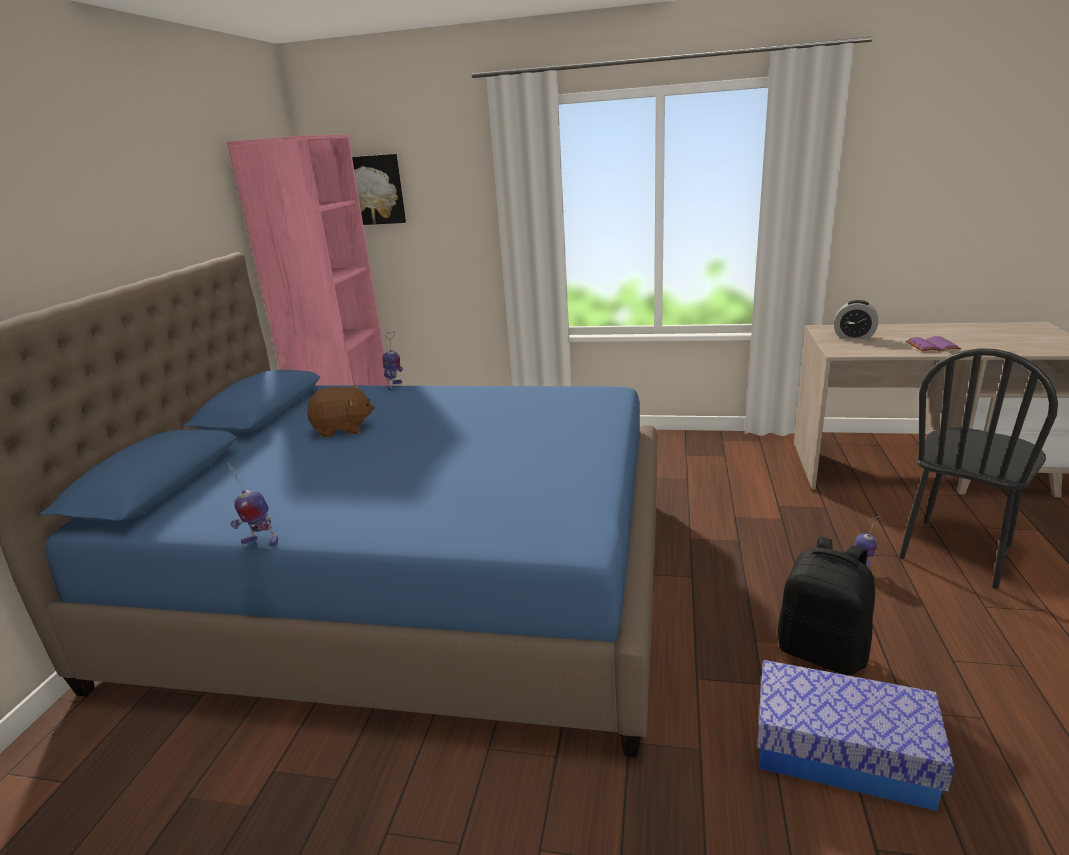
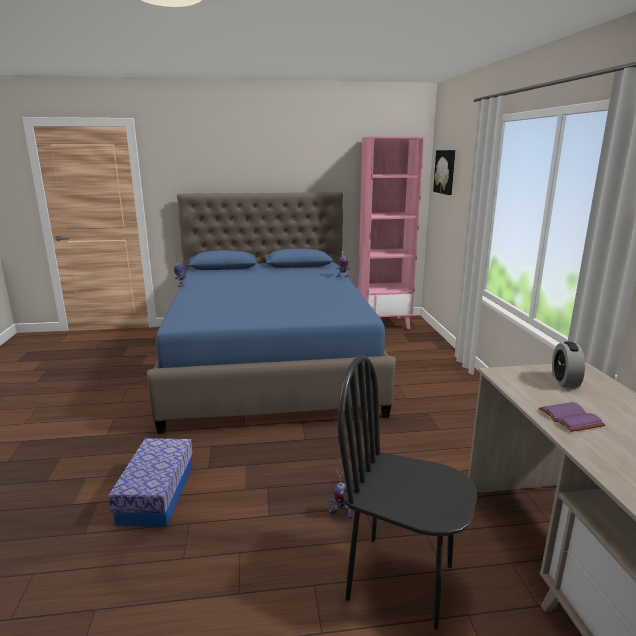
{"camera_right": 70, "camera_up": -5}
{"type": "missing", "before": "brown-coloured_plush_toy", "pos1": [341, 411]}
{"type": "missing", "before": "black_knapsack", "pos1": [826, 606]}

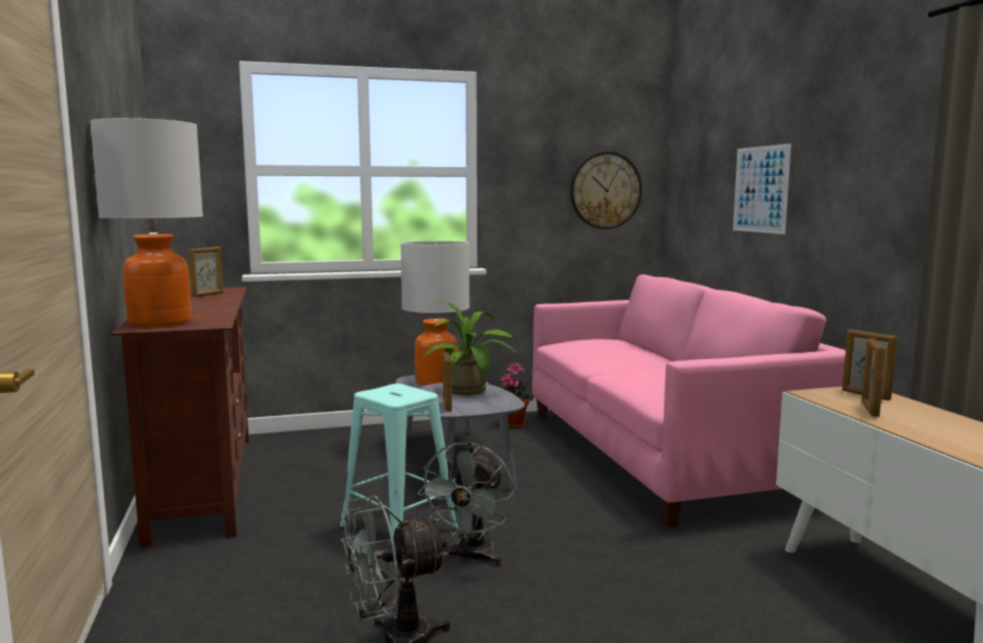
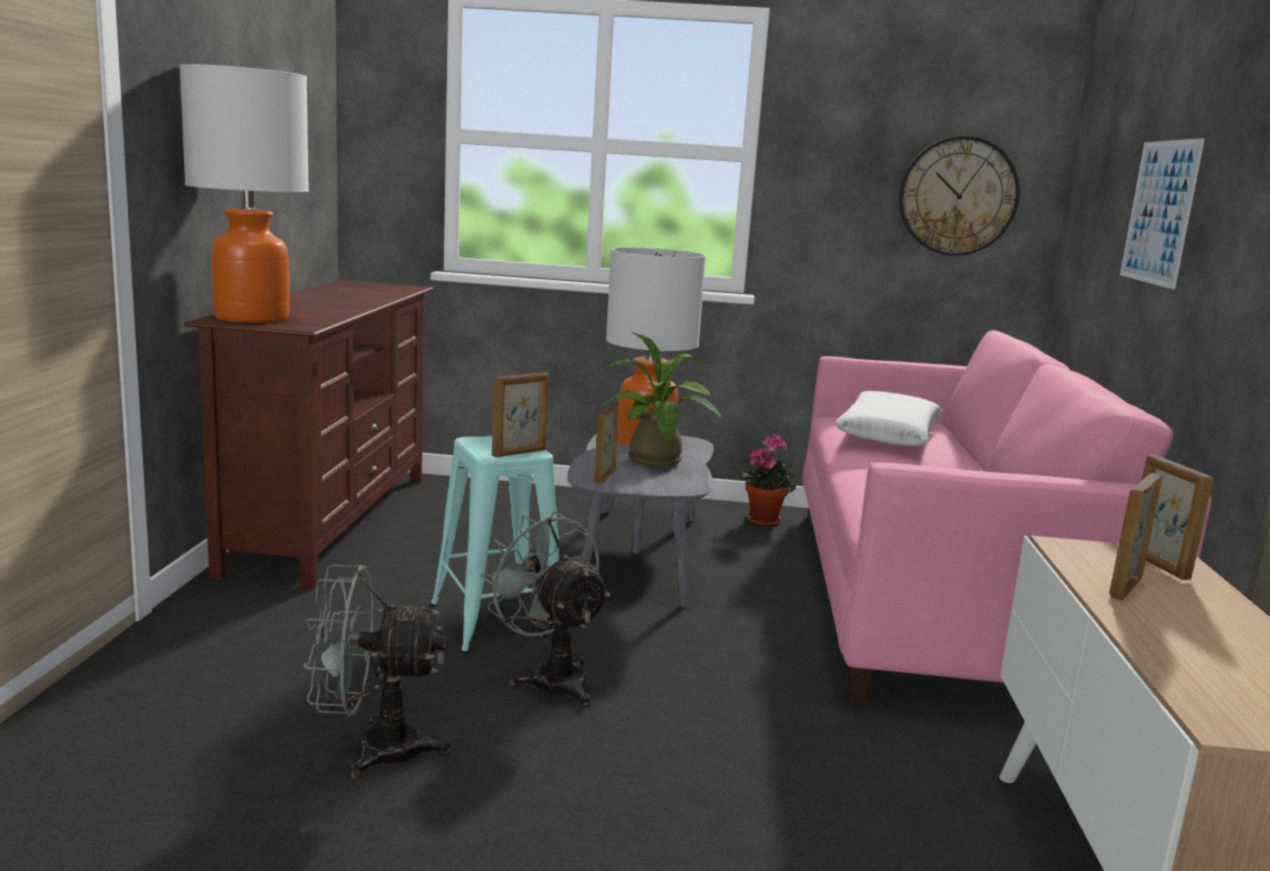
{"camera_right": 20, "camera_up": 5}
{"type": "spun", "before": "greyish_fan", "pos1": [466, 504], "pos2": [545, 609], "turn": 105}
{"type": "relocated", "before": "photo_frame", "pos1": [205, 272], "pos2": [520, 414]}
{"type": "appeared", "after": "white_cushion", "pos2": [888, 418]}

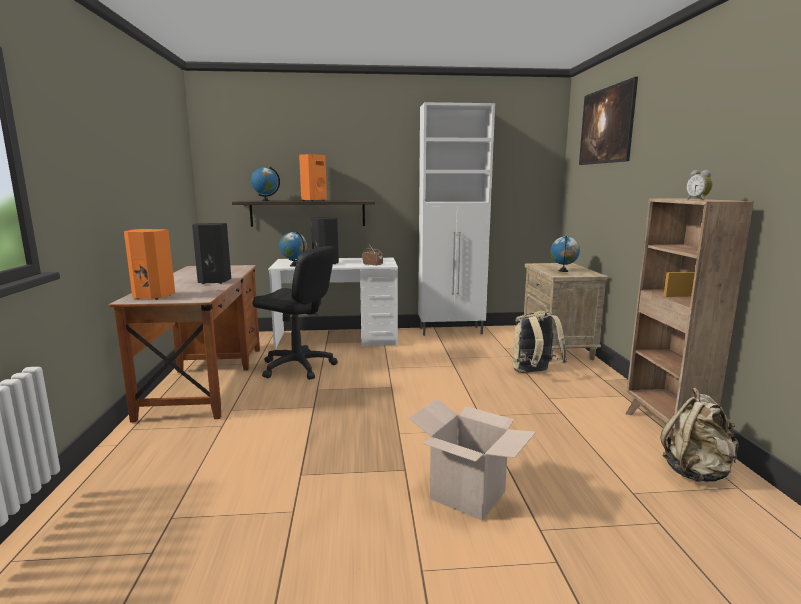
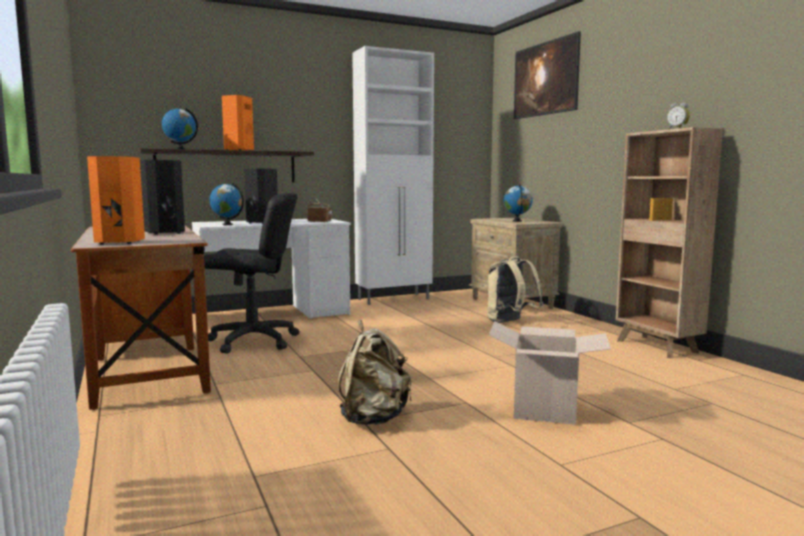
{"camera_right": -20, "camera_up": -5}
{"type": "relocated", "before": "beige-coloured_knapsack", "pos1": [699, 435], "pos2": [375, 372]}

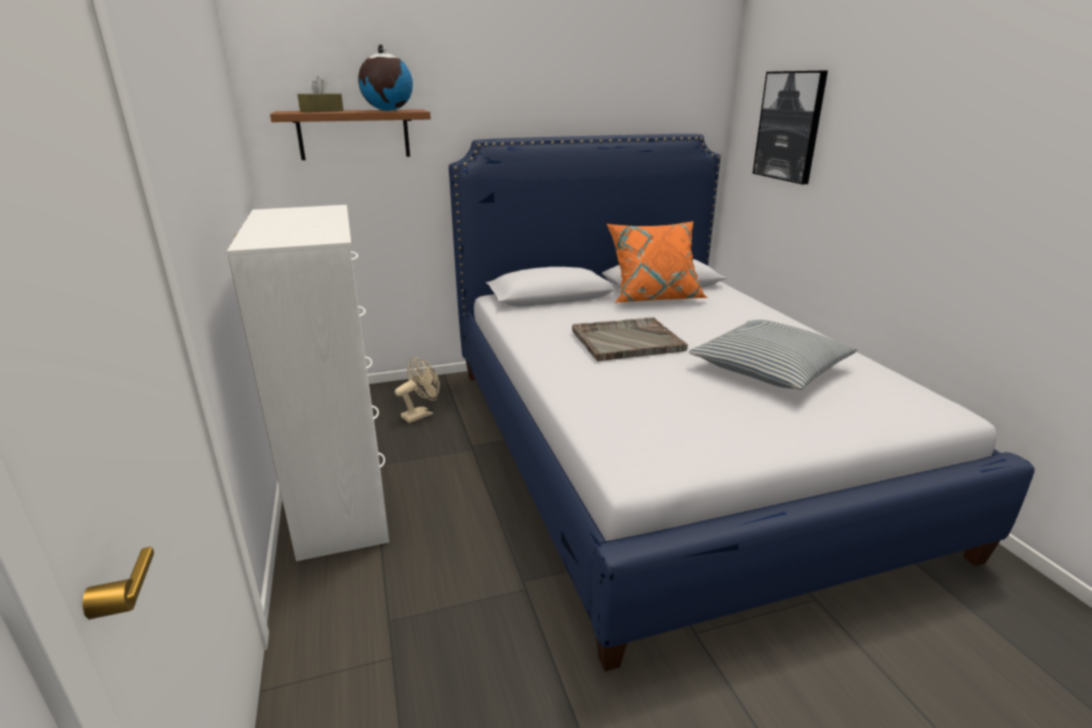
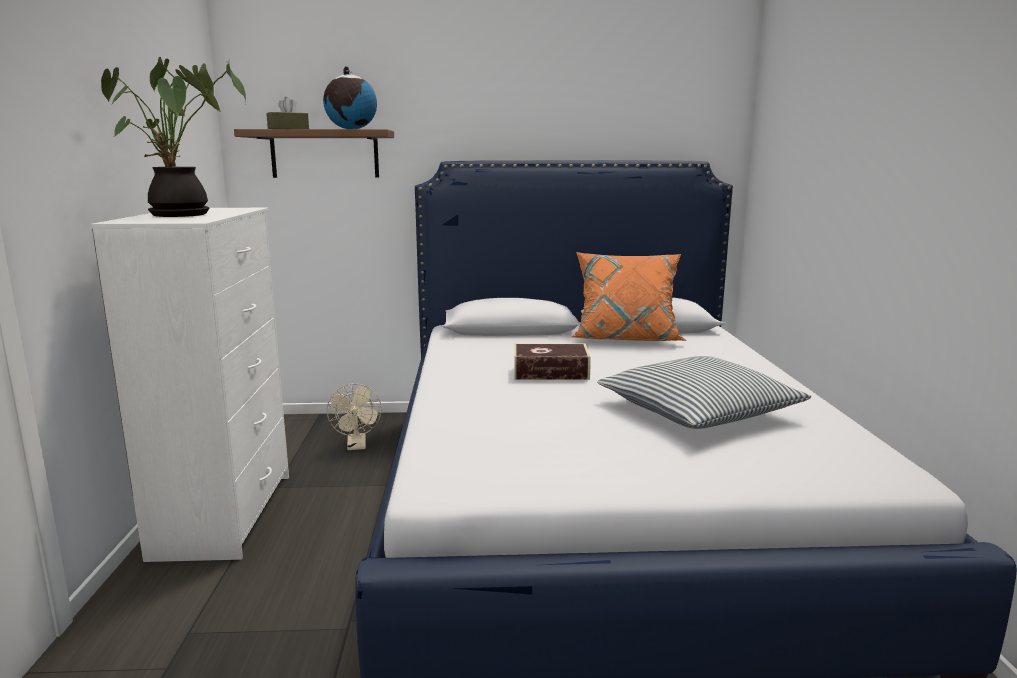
{"camera_right": 15, "camera_up": -10}
{"type": "appeared", "after": "potted_plant", "pos2": [173, 137]}
{"type": "spun", "before": "beige-coloured_fan", "pos1": [417, 390], "pos2": [354, 416], "turn": 105}
{"type": "exchanged", "before": "greyish_carrying_tray", "after": "bound_book", "pos1": [630, 339], "pos2": [552, 361]}
{"type": "missing", "before": "wall_picture", "pos1": [790, 127]}

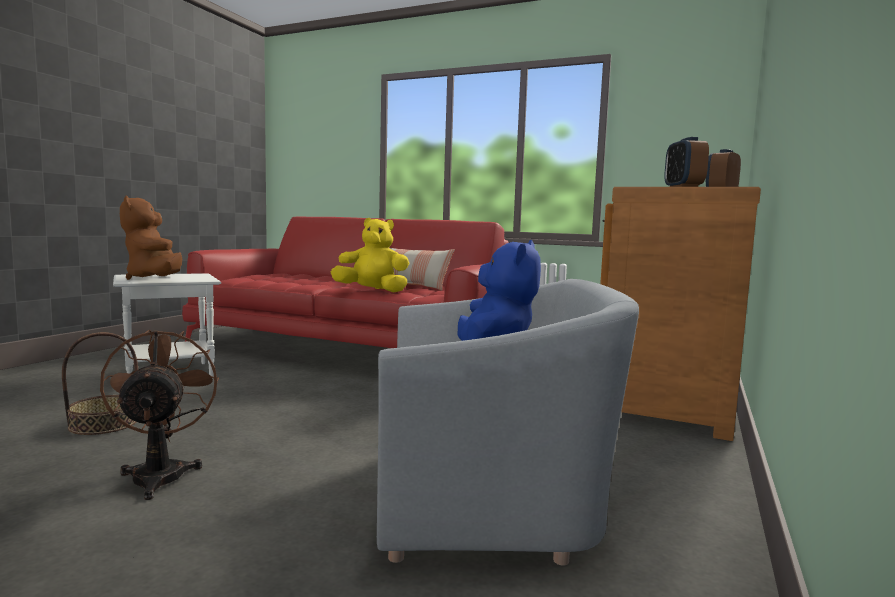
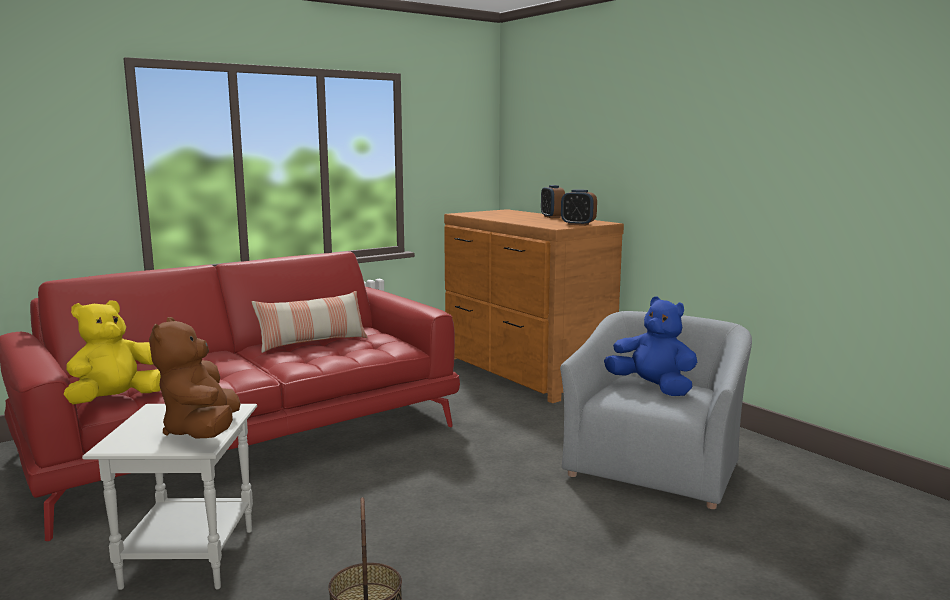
{"camera_right": -60, "camera_up": 5}
{"type": "relocated", "before": "yellow-coloured_plush_toy", "pos1": [369, 255], "pos2": [112, 352]}
{"type": "spun", "before": "brown-coloured_plush_toy", "pos1": [151, 238], "pos2": [195, 378], "turn": 75}
{"type": "missing", "before": "brown-coloured_fan", "pos1": [159, 415]}

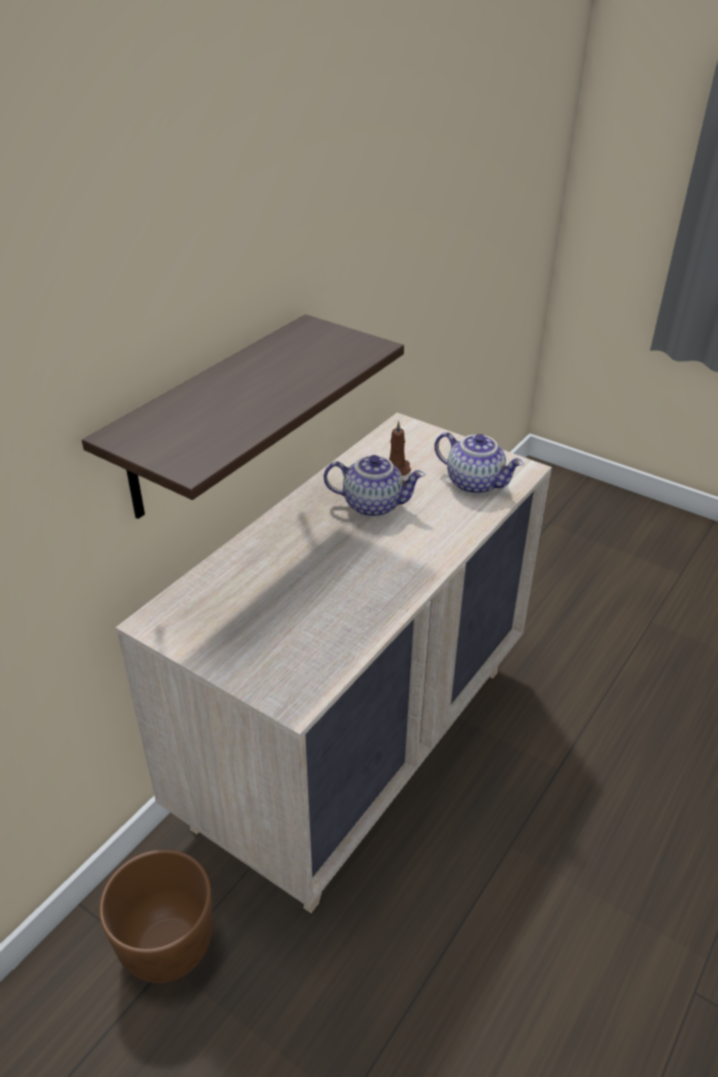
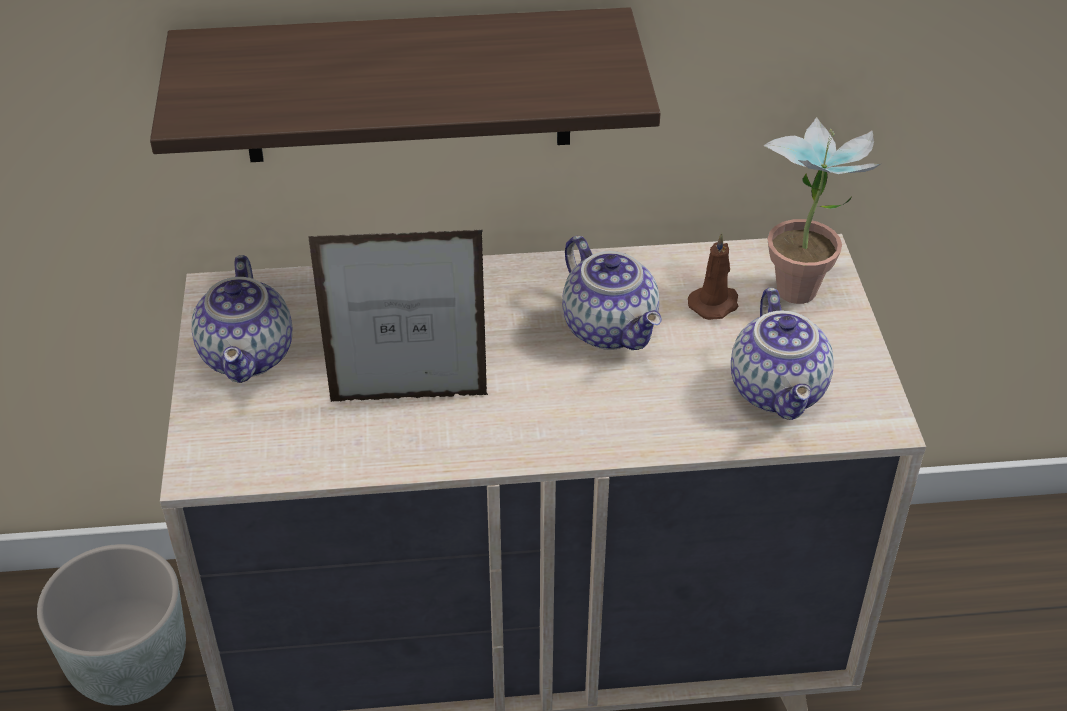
{"camera_right": 50, "camera_up": 5}
{"type": "colour", "before": "brown-coloured_plant_pot", "after": "greyish_plant_pot", "pos1": [156, 916], "pos2": [111, 625]}
{"type": "appeared", "after": "tea_pot", "pos2": [241, 319]}
{"type": "appeared", "after": "photo_frame", "pos2": [398, 316]}
{"type": "appeared", "after": "potted_plant", "pos2": [823, 210]}

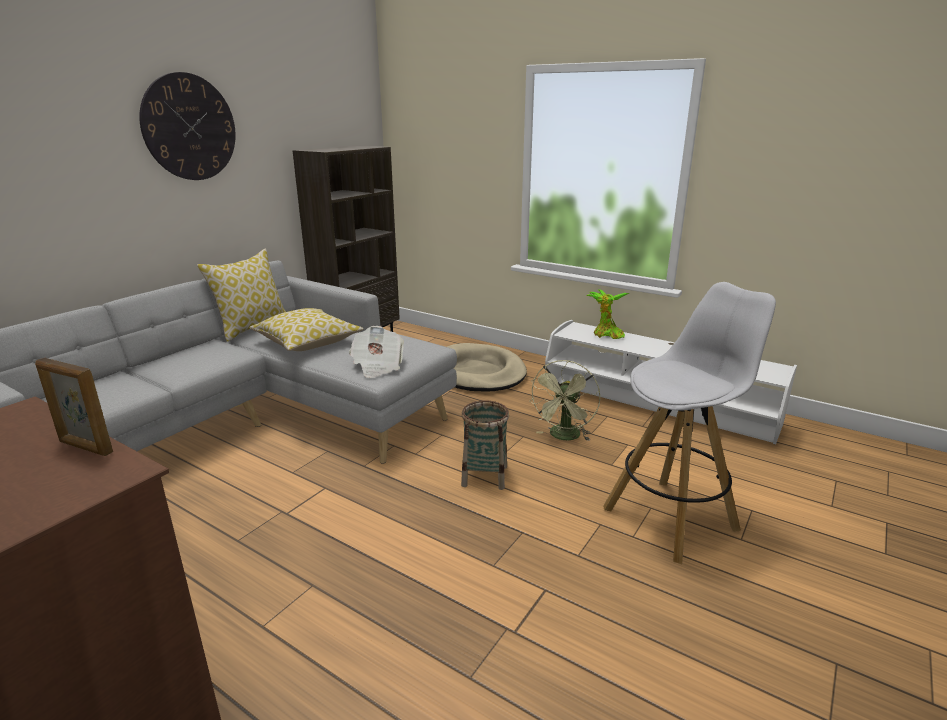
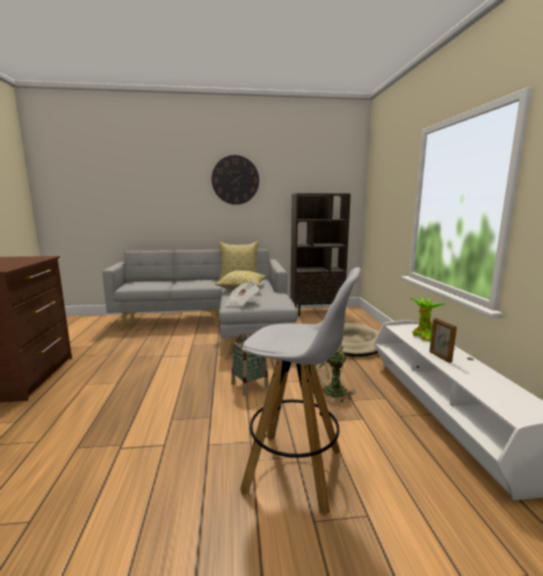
{"camera_right": 50, "camera_up": -10}
{"type": "relocated", "before": "photo_frame", "pos1": [74, 407], "pos2": [443, 340]}

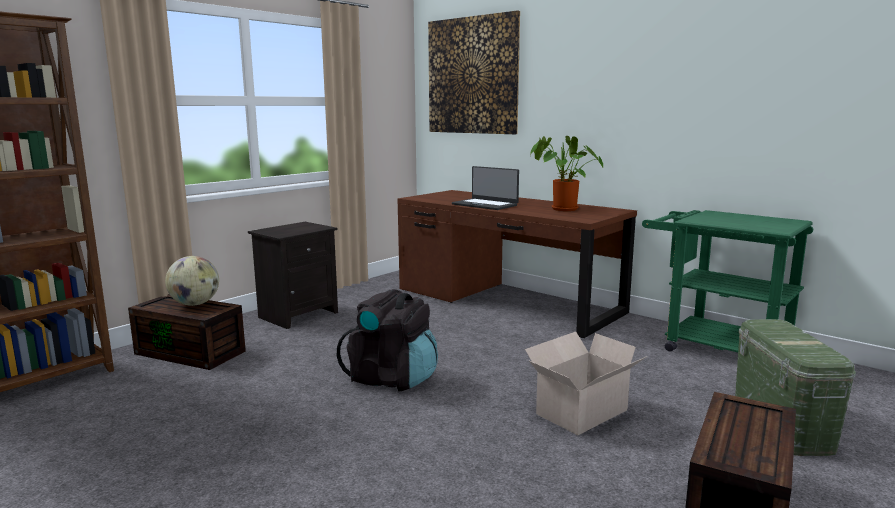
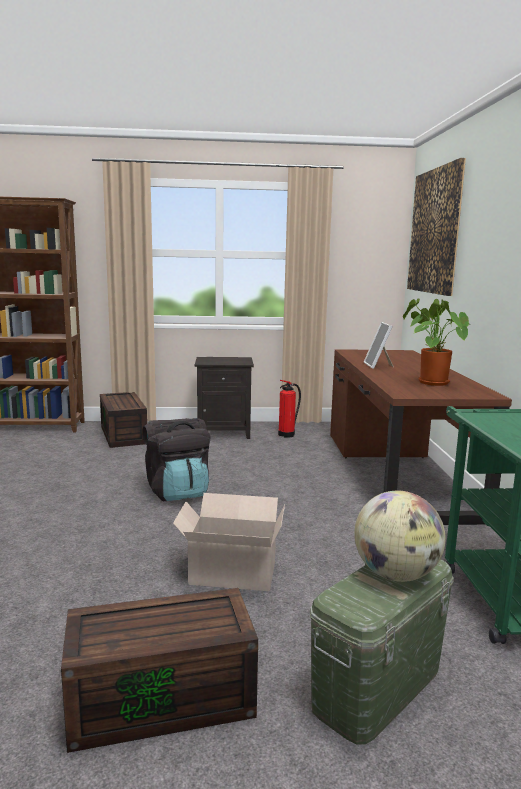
{"camera_right": 45, "camera_up": 0}
{"type": "appeared", "after": "fire_extinguisher", "pos2": [289, 409]}
{"type": "relocated", "before": "globe", "pos1": [192, 281], "pos2": [399, 536]}
{"type": "exchanged", "before": "laptop", "after": "photo_frame", "pos1": [485, 188], "pos2": [379, 345]}

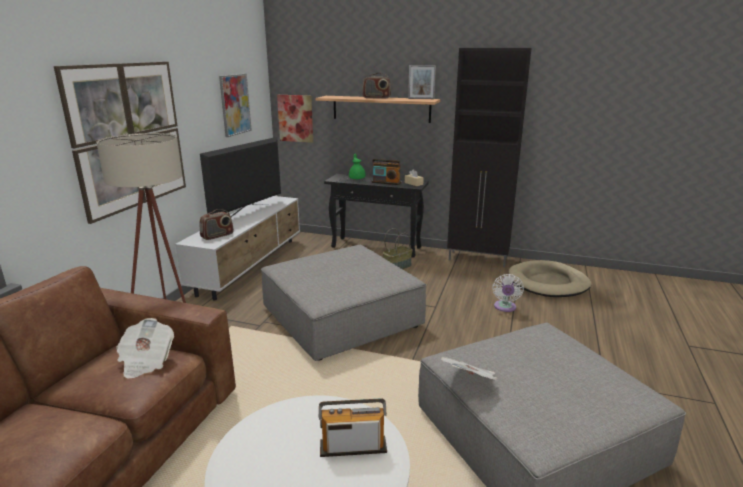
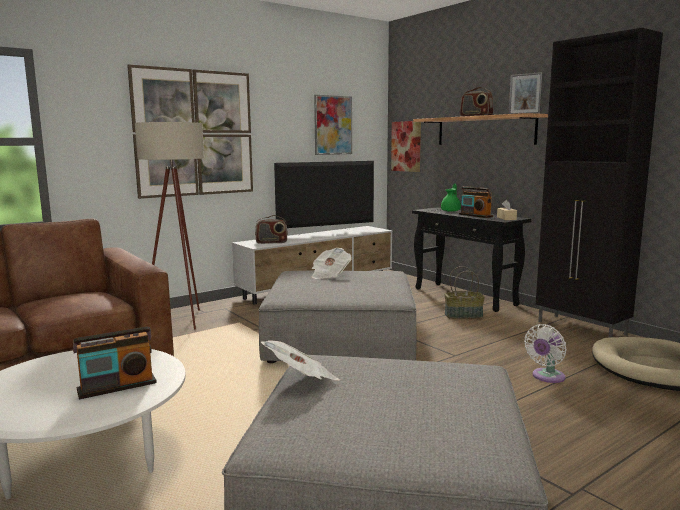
{"camera_right": 35, "camera_up": -10}
{"type": "spun", "before": "radio", "pos1": [352, 427], "pos2": [115, 362], "turn": 120}
{"type": "relocated", "before": "printed_paper", "pos1": [145, 348], "pos2": [332, 263]}

